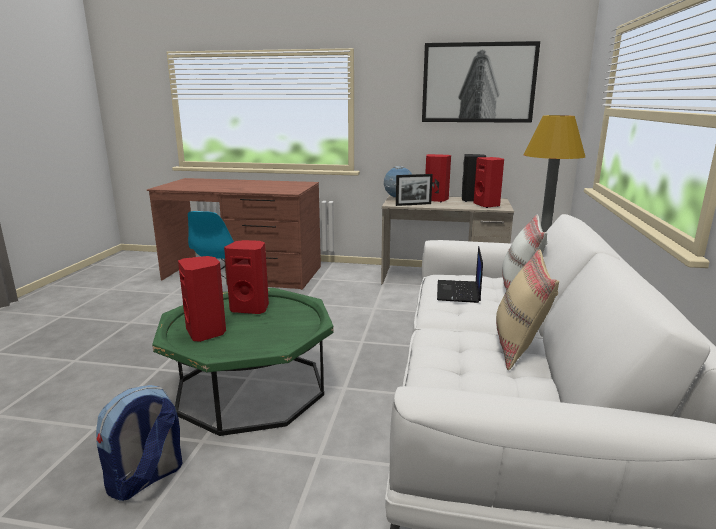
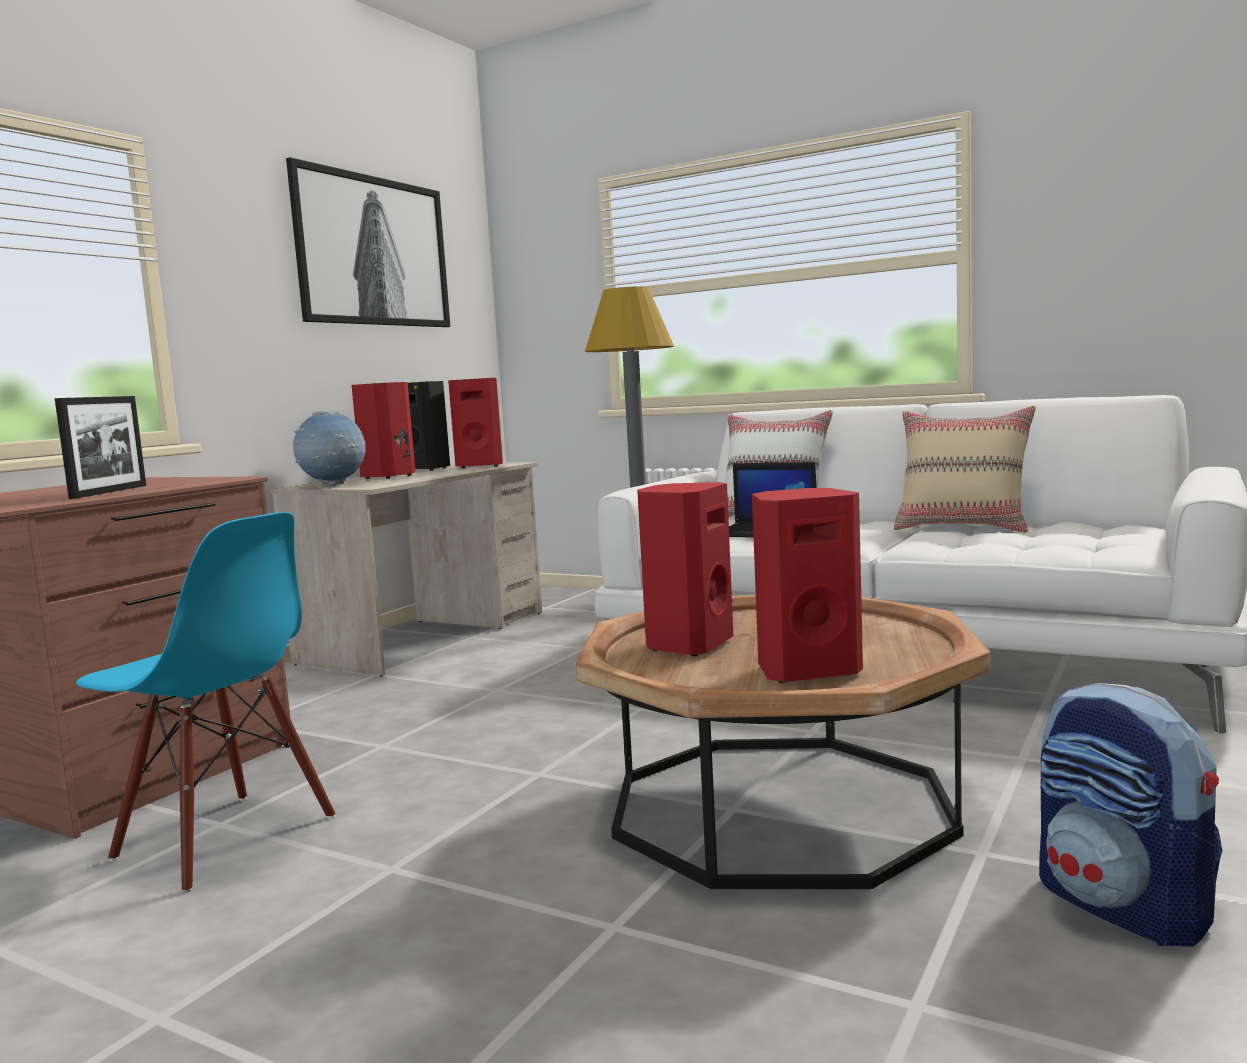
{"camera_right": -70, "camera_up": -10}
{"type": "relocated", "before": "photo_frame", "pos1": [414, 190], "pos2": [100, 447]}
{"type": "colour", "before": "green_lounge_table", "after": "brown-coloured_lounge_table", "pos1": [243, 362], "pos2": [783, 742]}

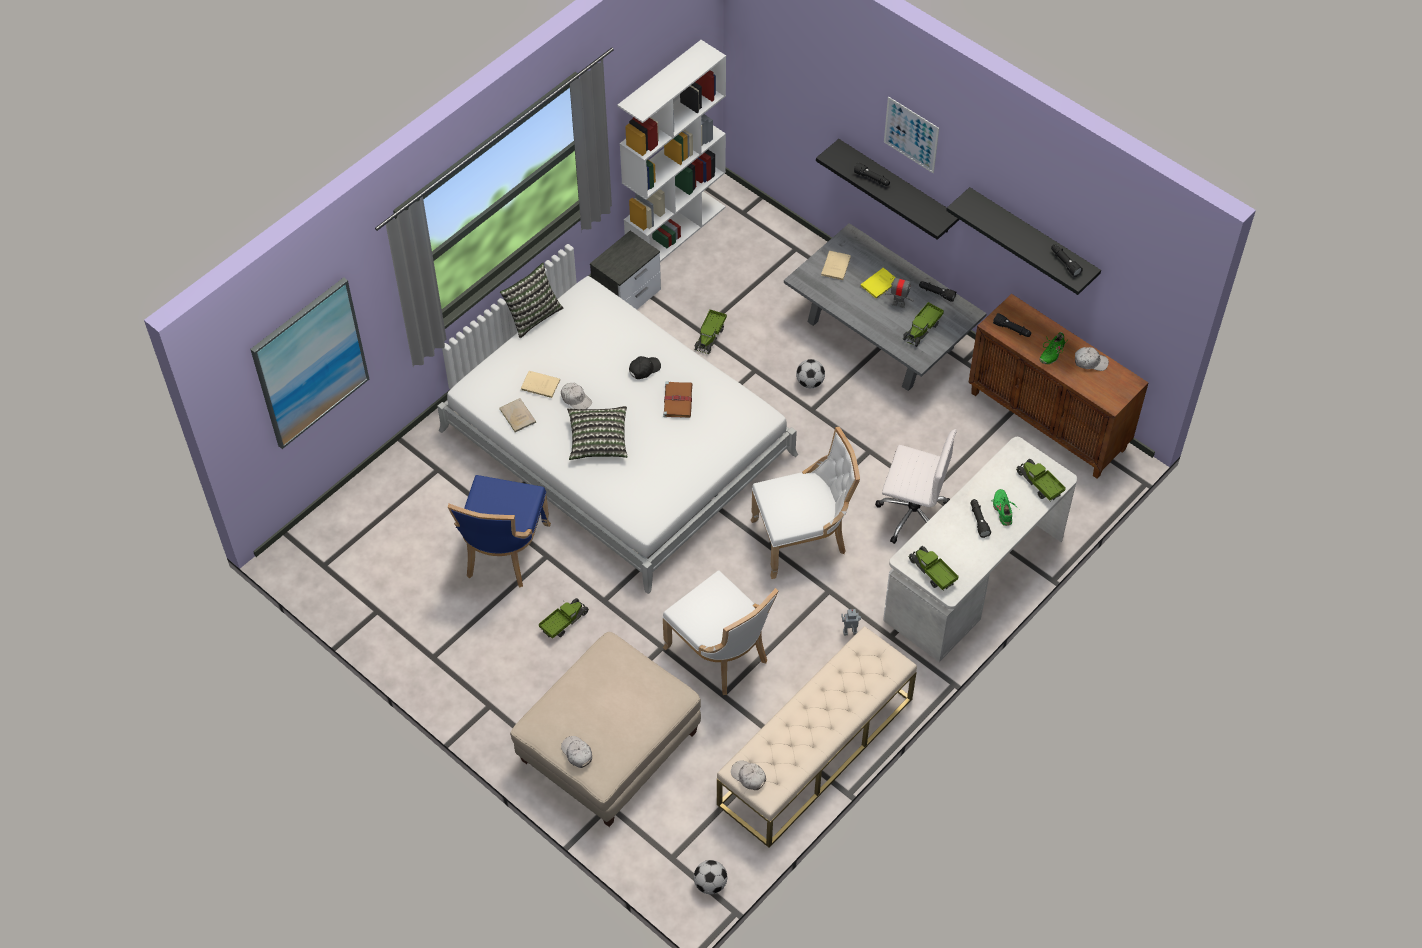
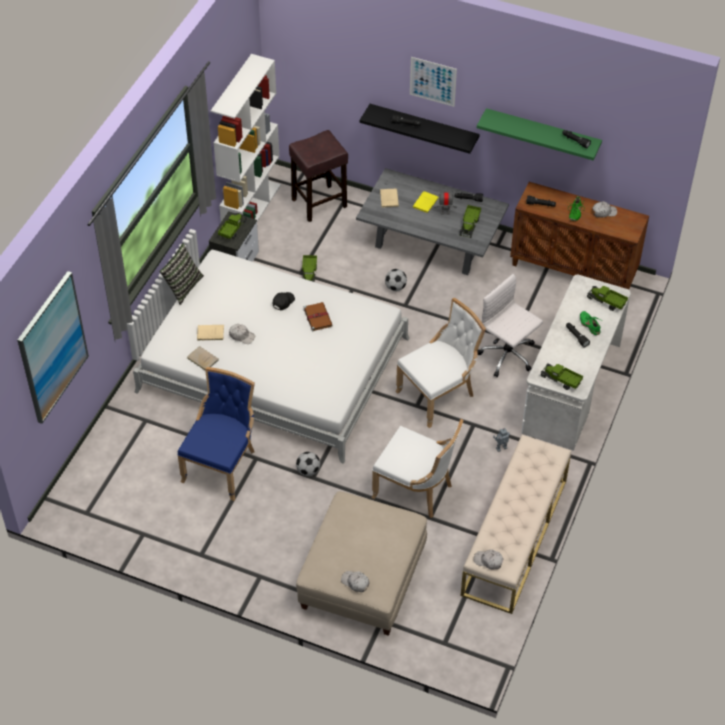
{"camera_right": -20, "camera_up": -5}
{"type": "spun", "before": "blue-coloured_chair", "pos1": [499, 531], "pos2": [216, 434], "turn": -150}
{"type": "relocated", "before": "model_truck", "pos1": [564, 618], "pos2": [232, 226]}
{"type": "appeared", "after": "brown-coloured_sitting_stool", "pos2": [318, 176]}
{"type": "relocated", "before": "ball_for_football", "pos1": [710, 877], "pos2": [308, 464]}
{"type": "colour", "before": "black_shelf", "after": "green_shelf", "pos1": [1023, 241], "pos2": [539, 134]}
{"type": "spun", "before": "white_computer_chair", "pos1": [916, 486], "pos2": [510, 325], "turn": -135}
{"type": "missing", "before": "cushion", "pos1": [597, 433]}

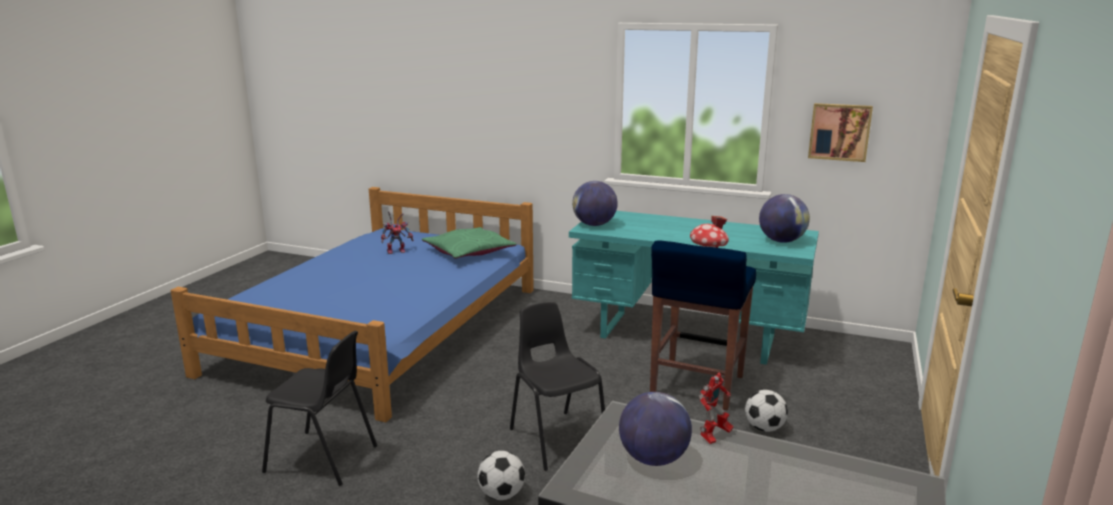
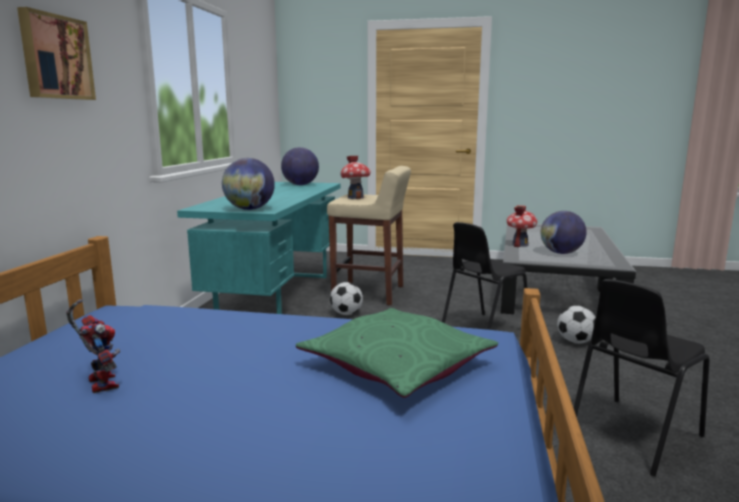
{"camera_right": -100, "camera_up": -5}
{"type": "relocated", "before": "wall_picture", "pos1": [840, 132], "pos2": [56, 53]}
{"type": "relocated", "before": "green_cushion", "pos1": [469, 243], "pos2": [397, 353]}
{"type": "colour", "before": "blue-coloured_sitting_stool", "after": "beige-coloured_sitting_stool", "pos1": [703, 325], "pos2": [369, 236]}
{"type": "relocated", "before": "ball_for_football", "pos1": [766, 411], "pos2": [346, 298]}
{"type": "exchanged", "before": "toy_robot", "after": "miniature_house", "pos1": [716, 408], "pos2": [522, 226]}
{"type": "spun", "before": "black_chair", "pos1": [319, 408], "pos2": [642, 377], "turn": -135}

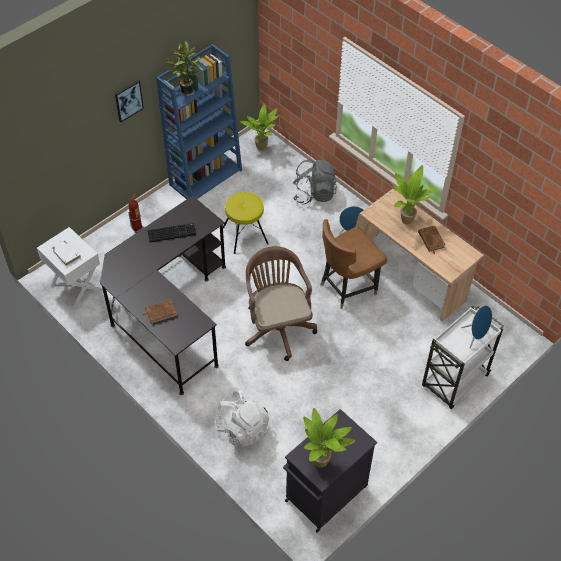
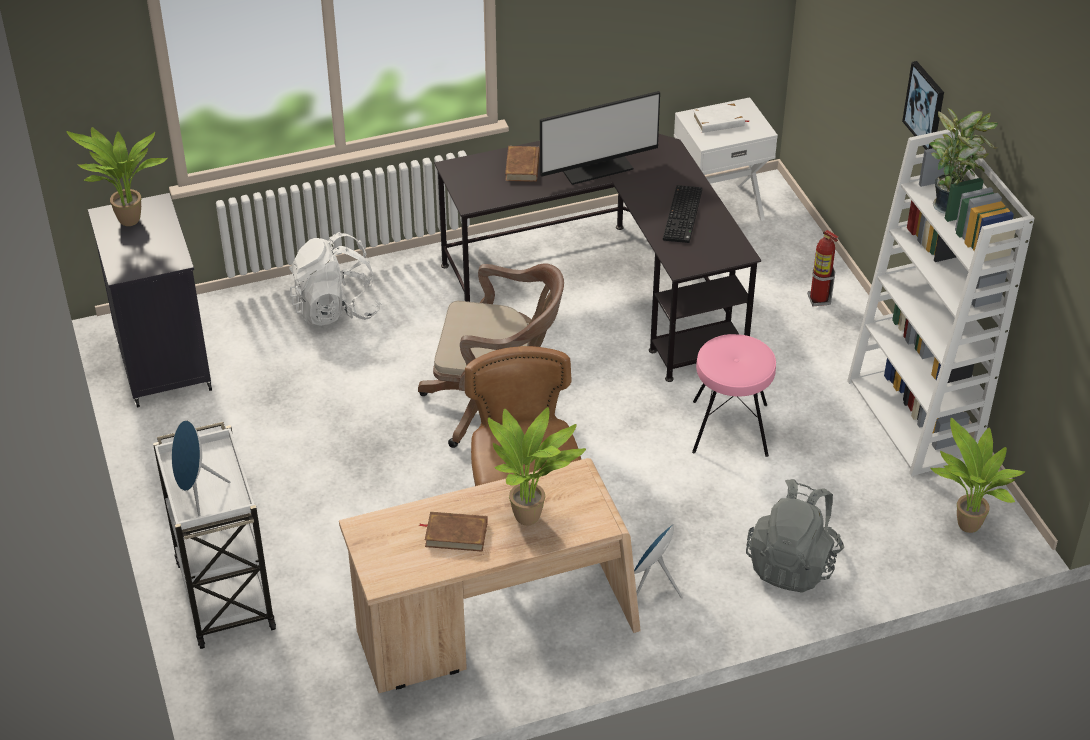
{"camera_right": 115, "camera_up": -10}
{"type": "appeared", "after": "monitor", "pos2": [600, 138]}
{"type": "colour", "before": "yellow-coloured_sitting_stool", "after": "pink_sitting_stool", "pos1": [246, 223], "pos2": [734, 395]}
{"type": "colour", "before": "blue-coloured_bookcase", "after": "white_bookcase", "pos1": [199, 121], "pos2": [940, 302]}

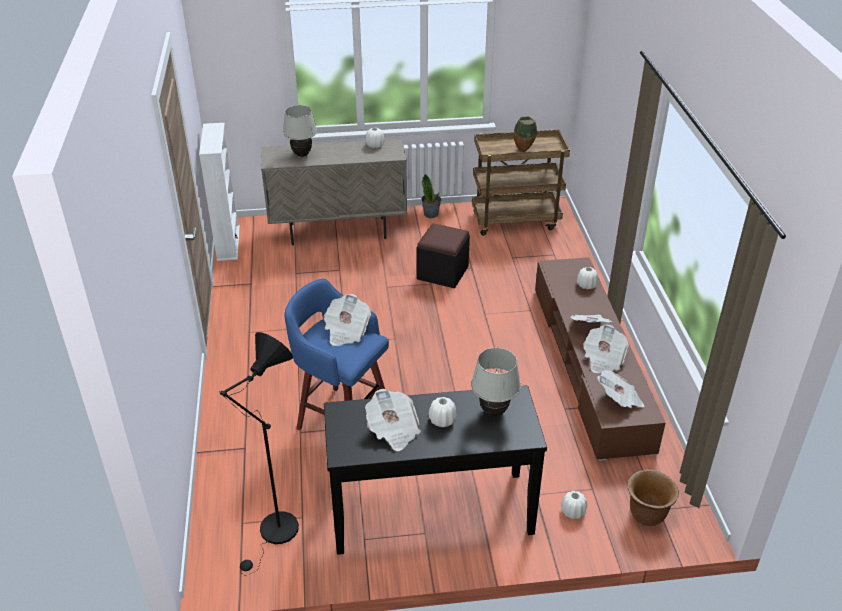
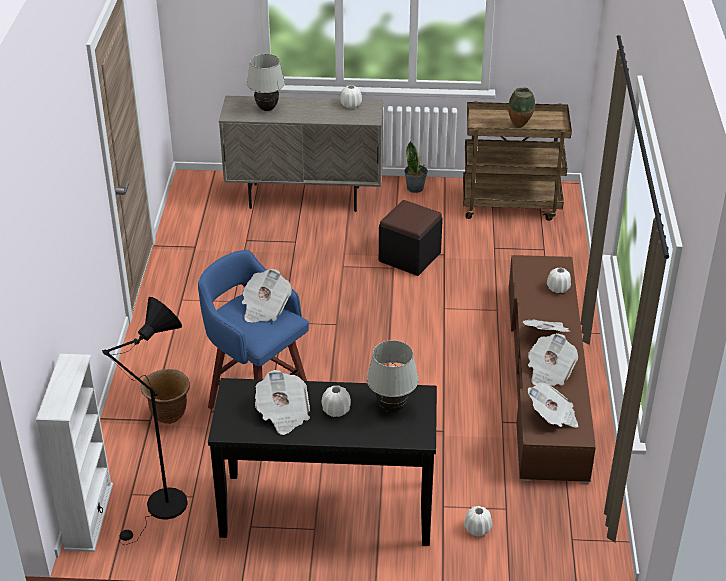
{"camera_right": 10, "camera_up": 0}
{"type": "relocated", "before": "white_bookcase", "pos1": [219, 192], "pos2": [74, 453]}
{"type": "relocated", "before": "brown-coloured_plant_pot", "pos1": [653, 498], "pos2": [165, 396]}

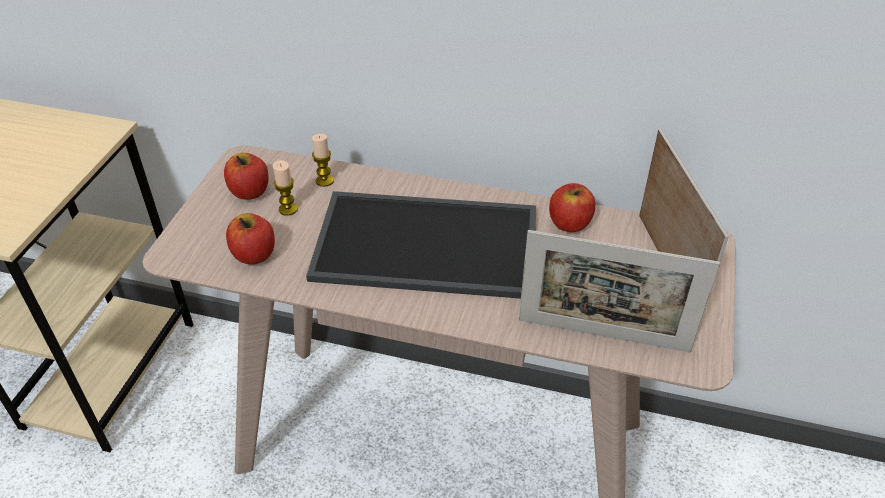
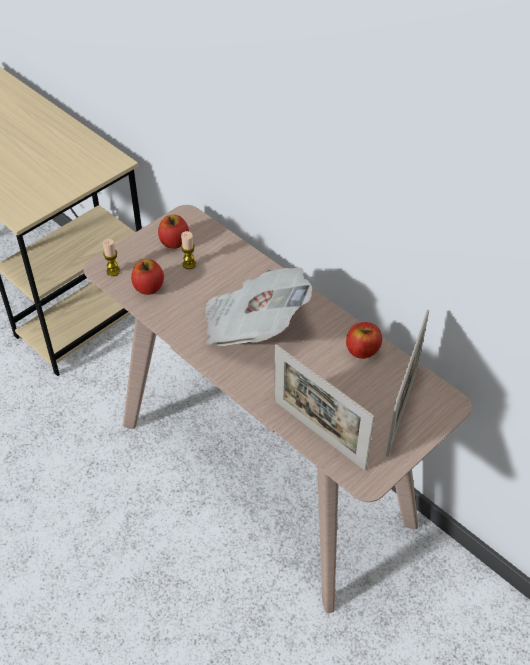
{"camera_right": 30, "camera_up": 5}
{"type": "relocated", "before": "candle", "pos1": [323, 160], "pos2": [111, 257]}
{"type": "exchanged", "before": "carrying_tray", "after": "printed_paper", "pos1": [421, 245], "pos2": [258, 306]}

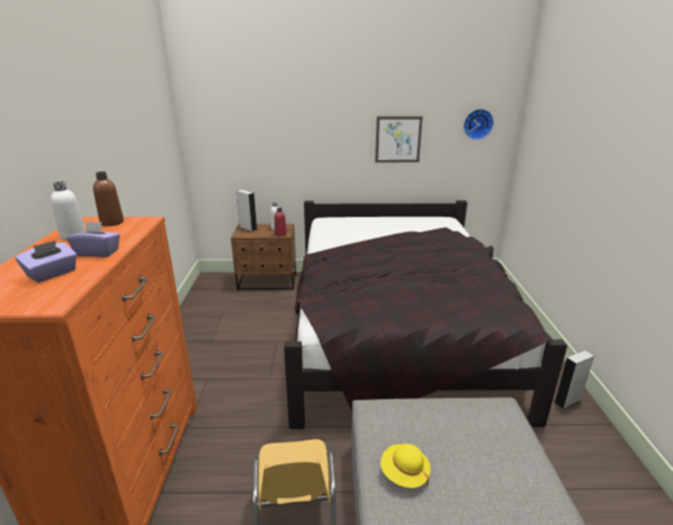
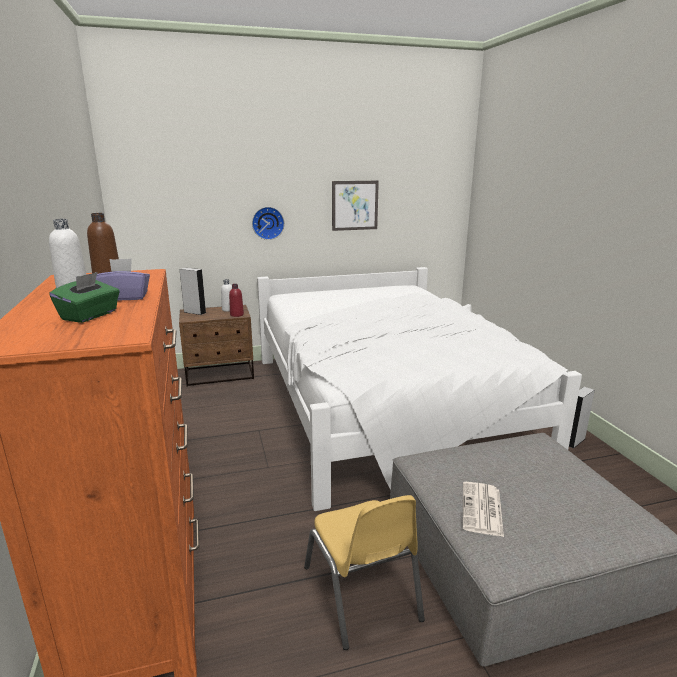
{"camera_right": -15, "camera_up": -5}
{"type": "colour", "before": "purple-coloured_tissue_box", "after": "green_tissue_box", "pos1": [46, 261], "pos2": [84, 297]}
{"type": "relocated", "before": "wall_clock", "pos1": [479, 124], "pos2": [268, 223]}
{"type": "colour", "before": "black_bedroom_bed", "after": "white_bedroom_bed", "pos1": [425, 314], "pos2": [419, 389]}
{"type": "exchanged", "before": "yellow-coloured_wearable_hat", "after": "printed_paper", "pos1": [406, 466], "pos2": [483, 509]}

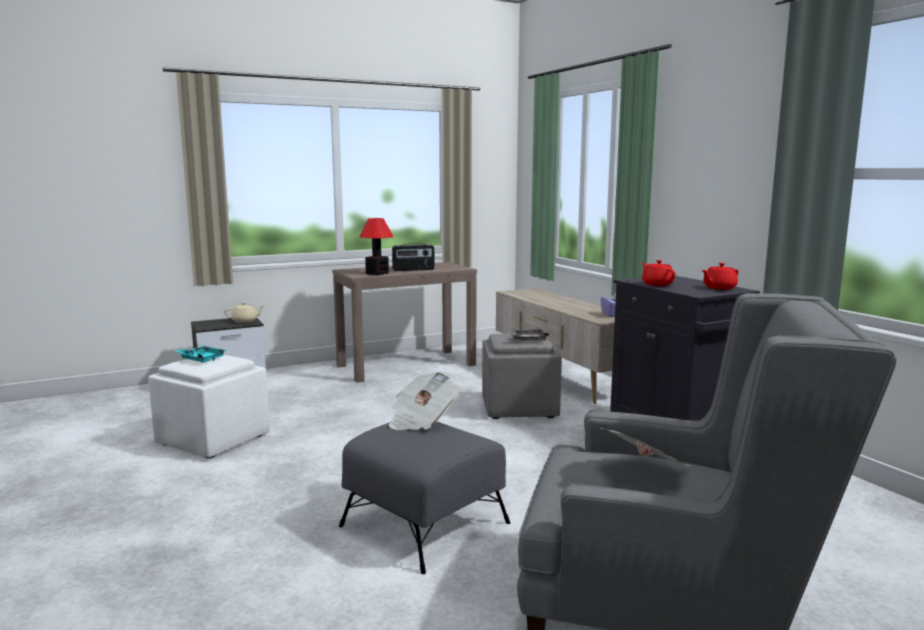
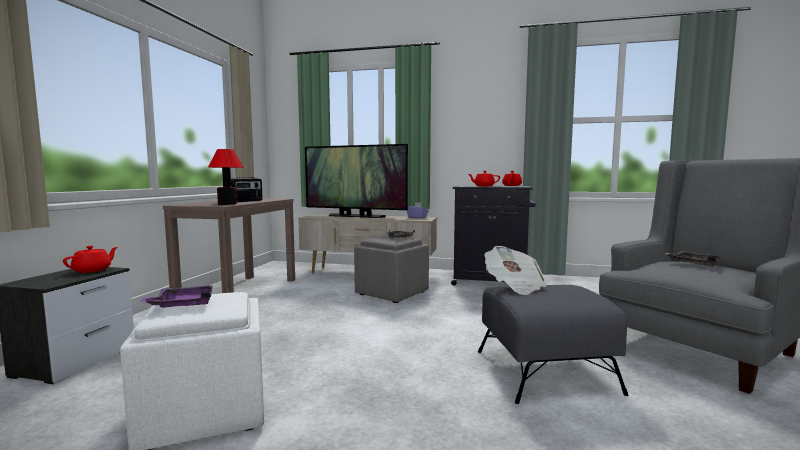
{"camera_right": -50, "camera_up": -5}
{"type": "colour", "before": "beige-coloured_tea_pot", "after": "red-coloured_tea_pot", "pos1": [244, 312], "pos2": [90, 259]}
{"type": "colour", "before": "turquoise-coloured_carrying_tray", "after": "purple-coloured_carrying_tray", "pos1": [201, 354], "pos2": [176, 296]}
{"type": "appeared", "after": "TV", "pos2": [356, 181]}
{"type": "exchanged", "before": "printed_paper", "after": "greyish_carrying_tray", "pos1": [644, 447], "pos2": [693, 259]}

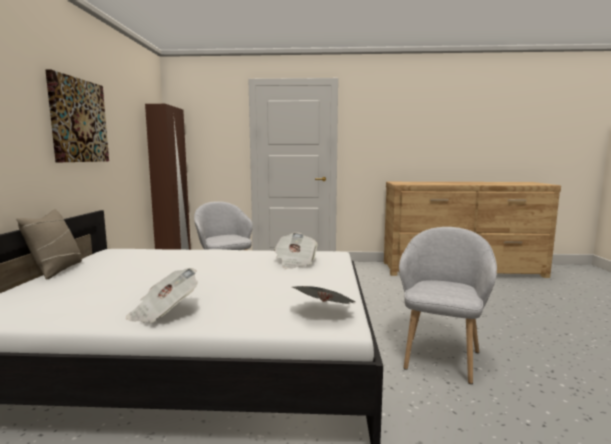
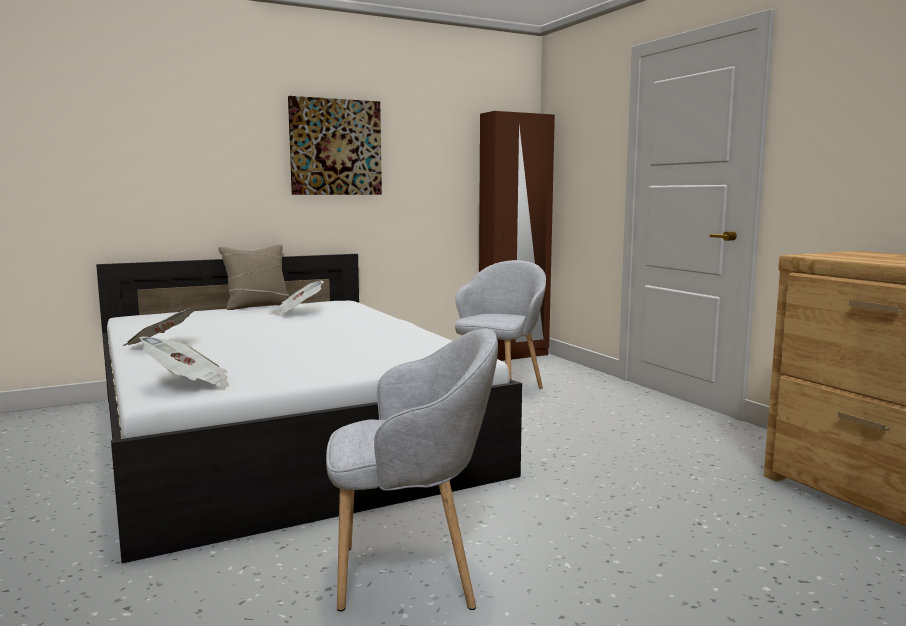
{"camera_right": 60, "camera_up": 0}
{"type": "relocated", "before": "printed_paper", "pos1": [296, 250], "pos2": [296, 297]}

